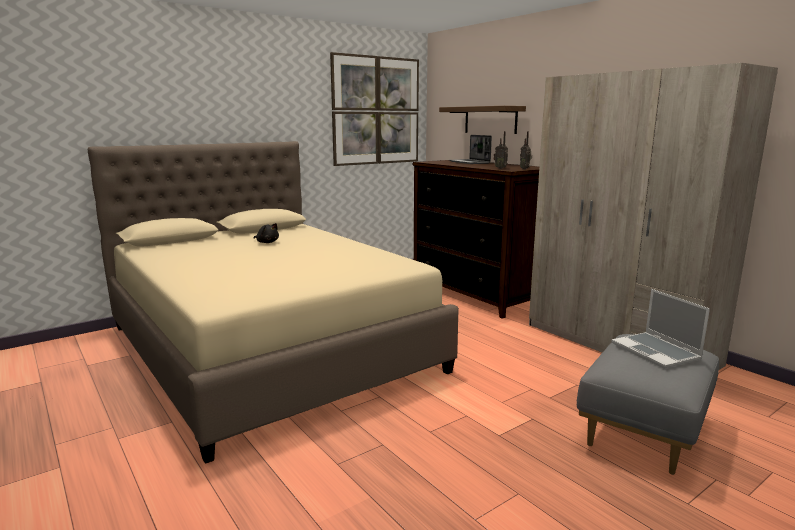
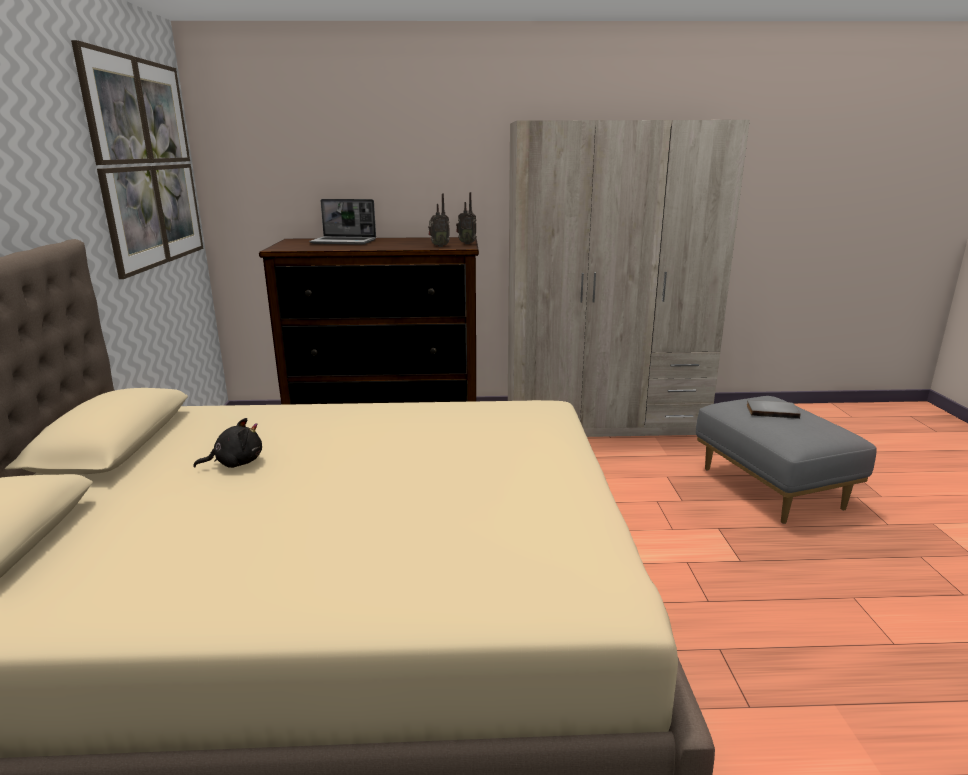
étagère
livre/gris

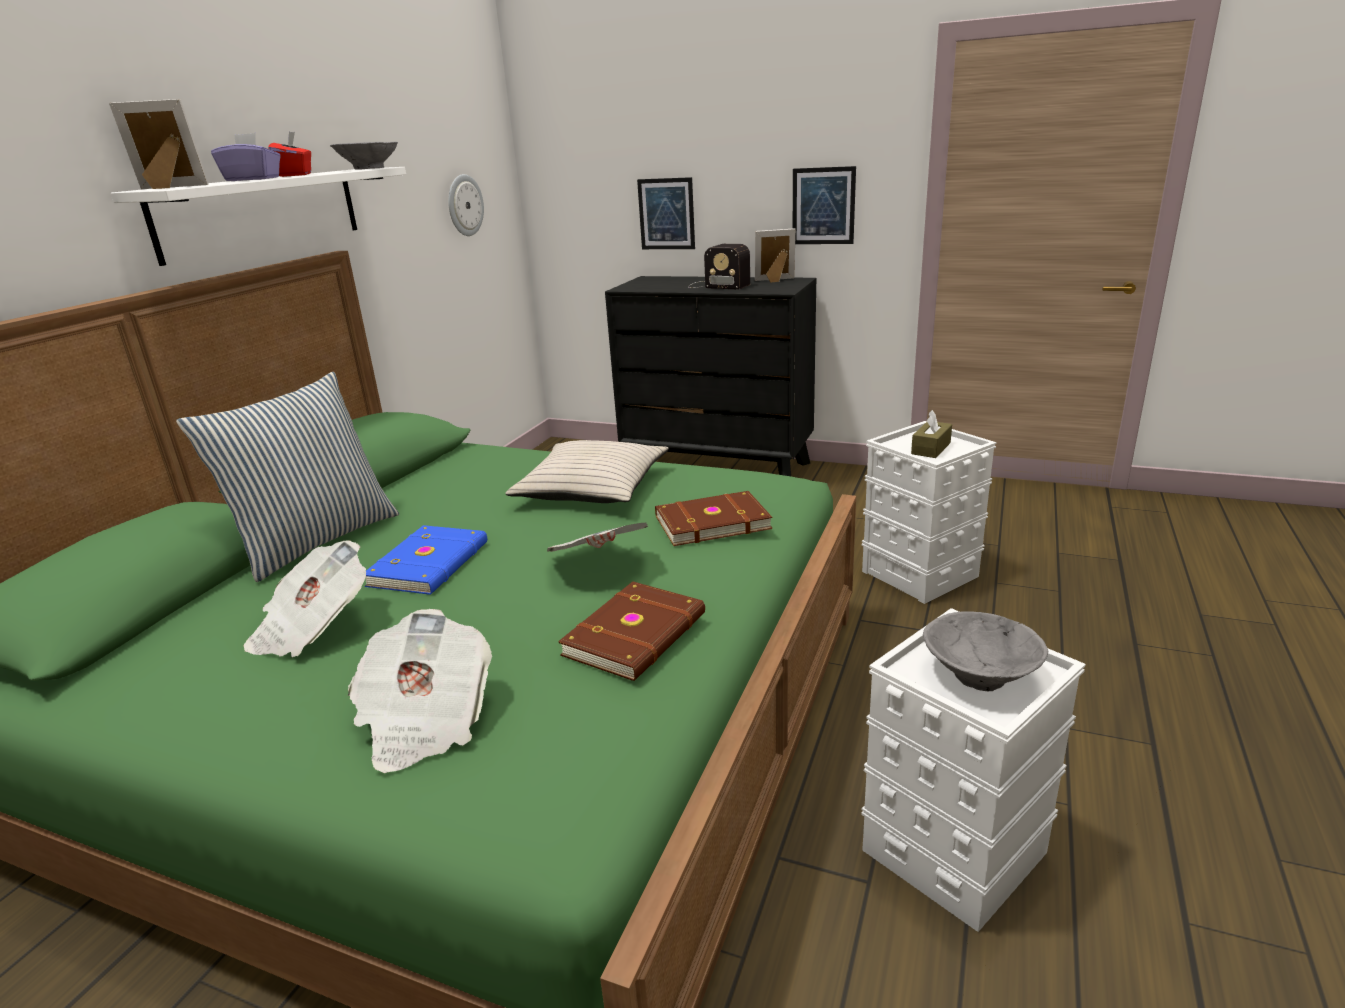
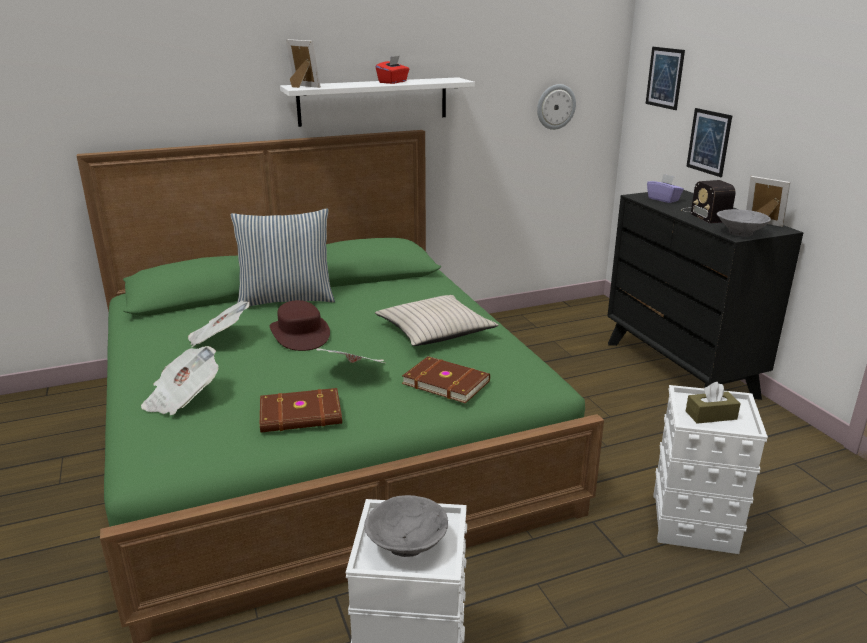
boîte à mouchoirs/violet
bol/gris (no. 2 from left)
tableau (no. 1 from left)
chapeau/marron

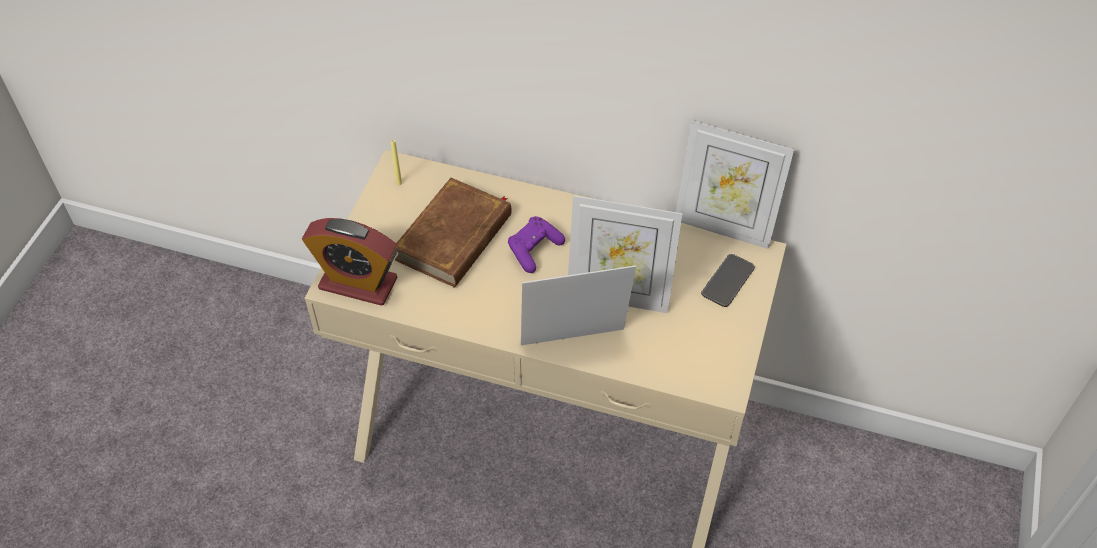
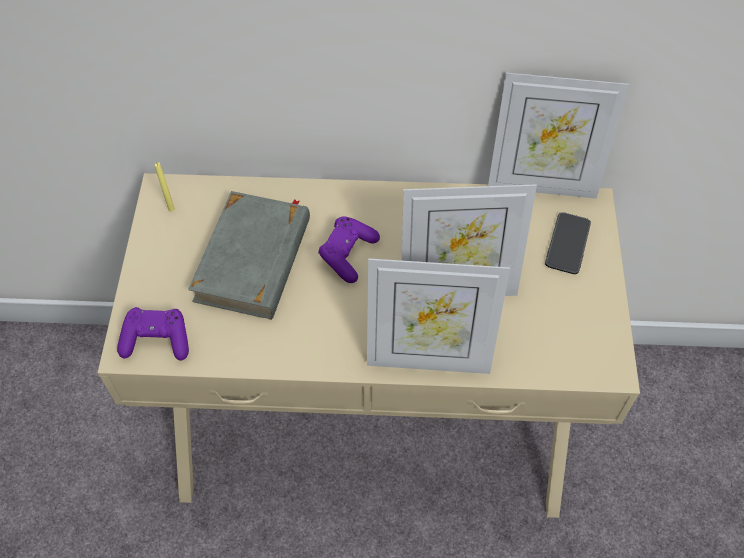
livre/gris
manette/violet (no. 1 from left)
cadre photo (no. 1 from left)

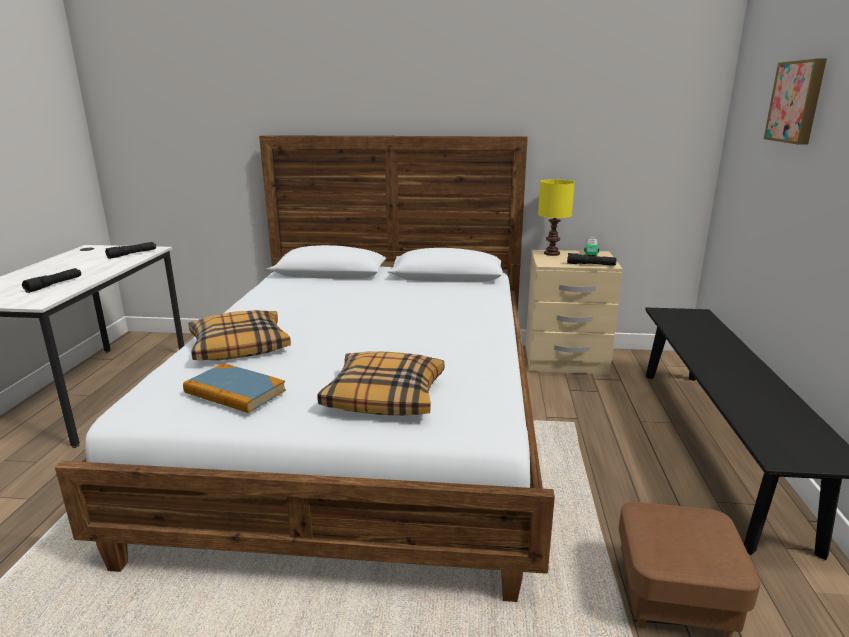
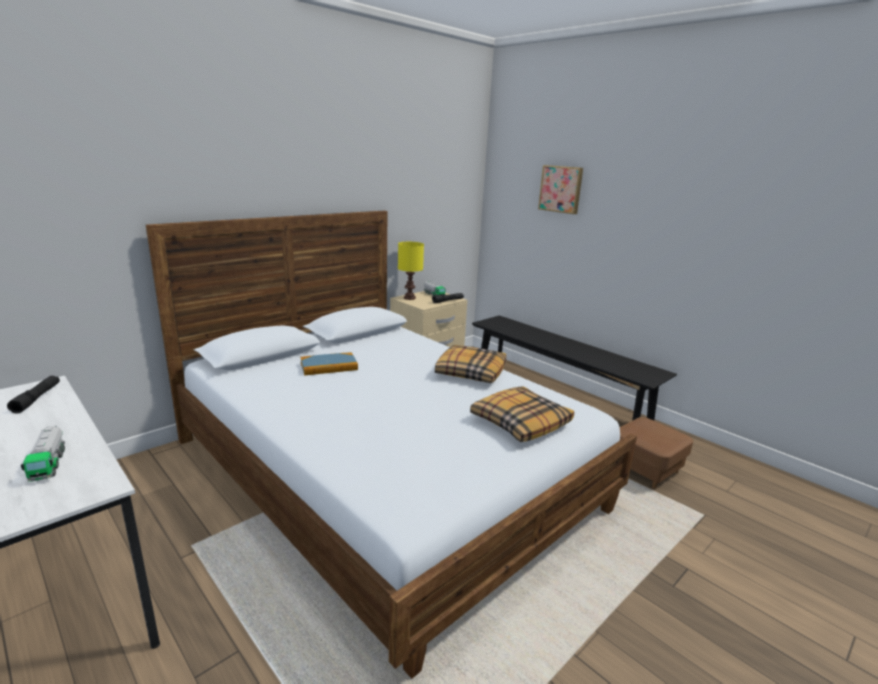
camion jouet (no. 1 from left)
coussin (no. 1 from left)
livre

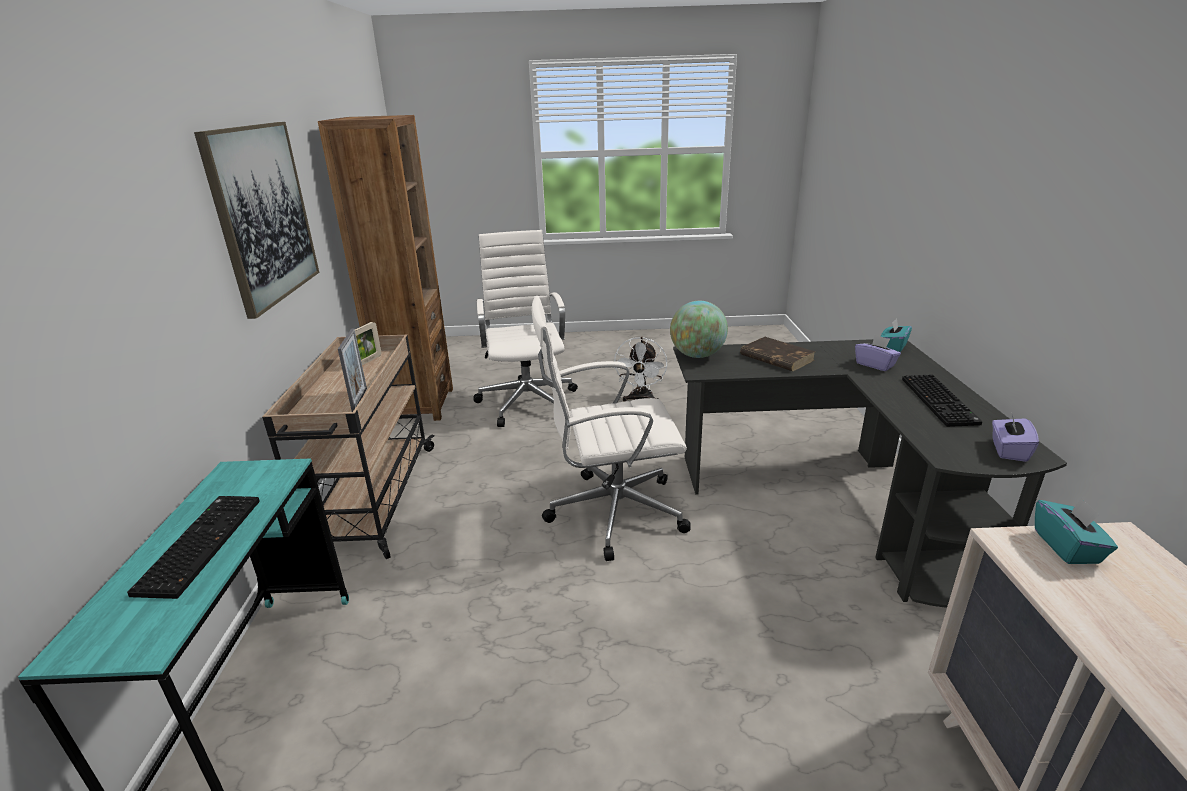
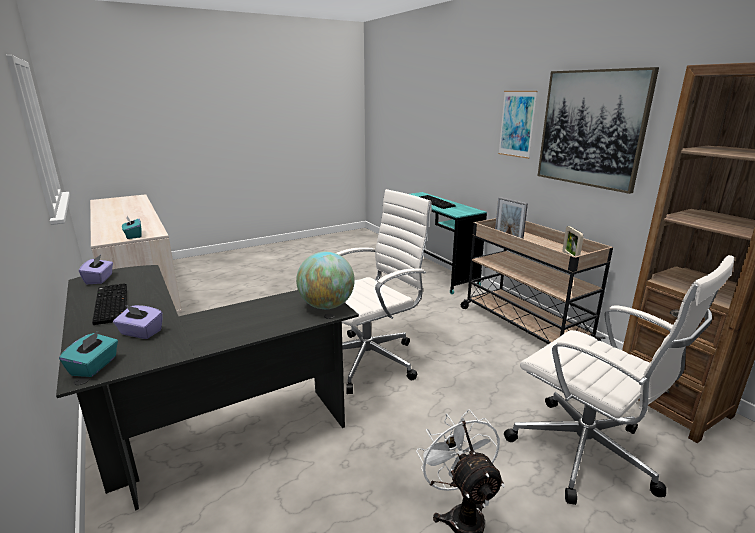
livre/marron
tableau (no. 1 from left)

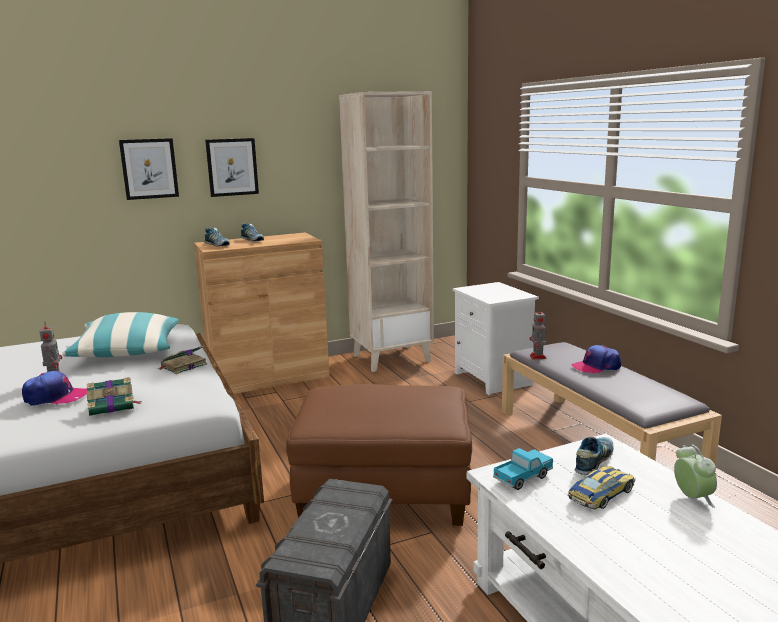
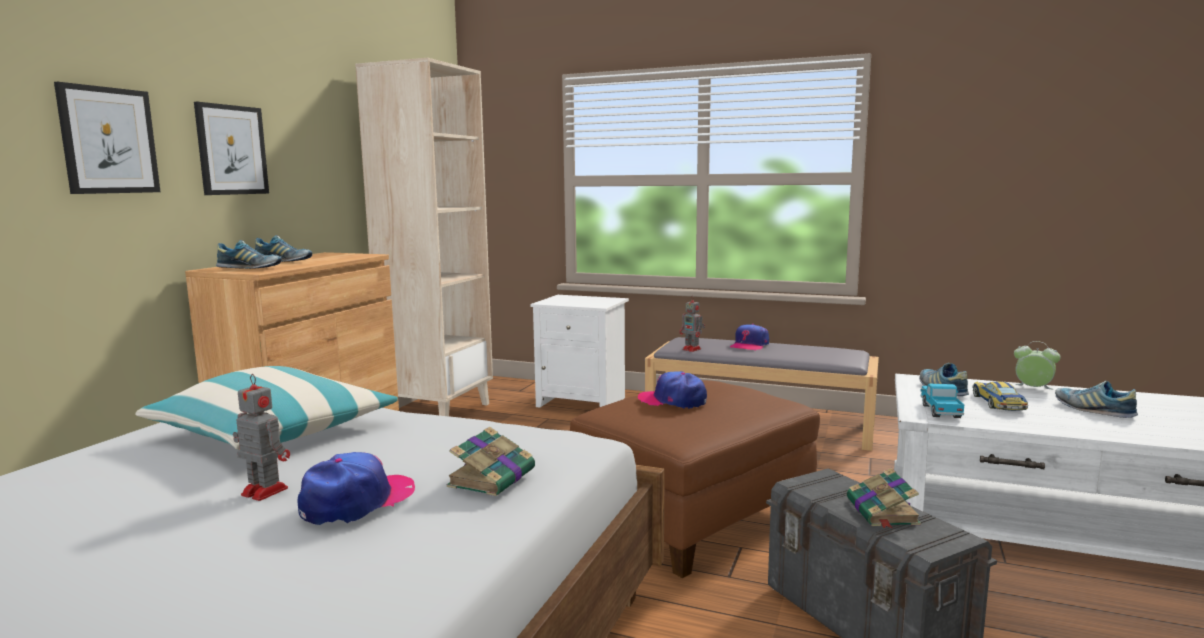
livre (no. 2 from left)
casquette (no. 2 from left)
chaussure (no. 4 from left)

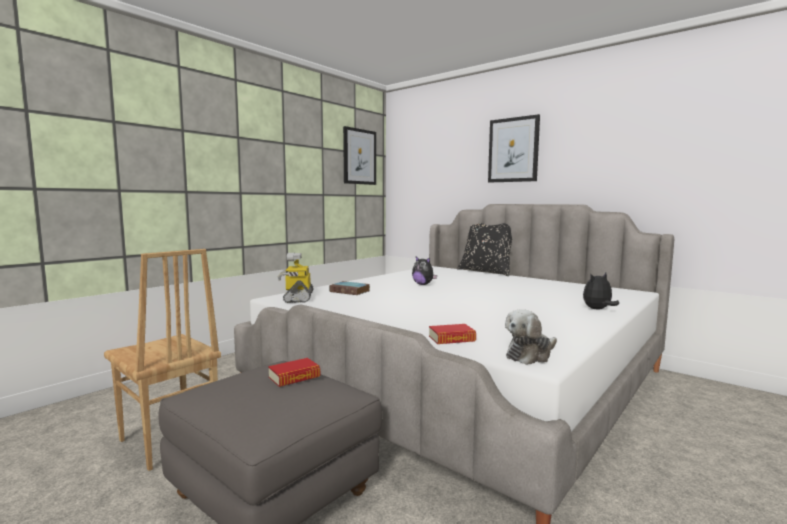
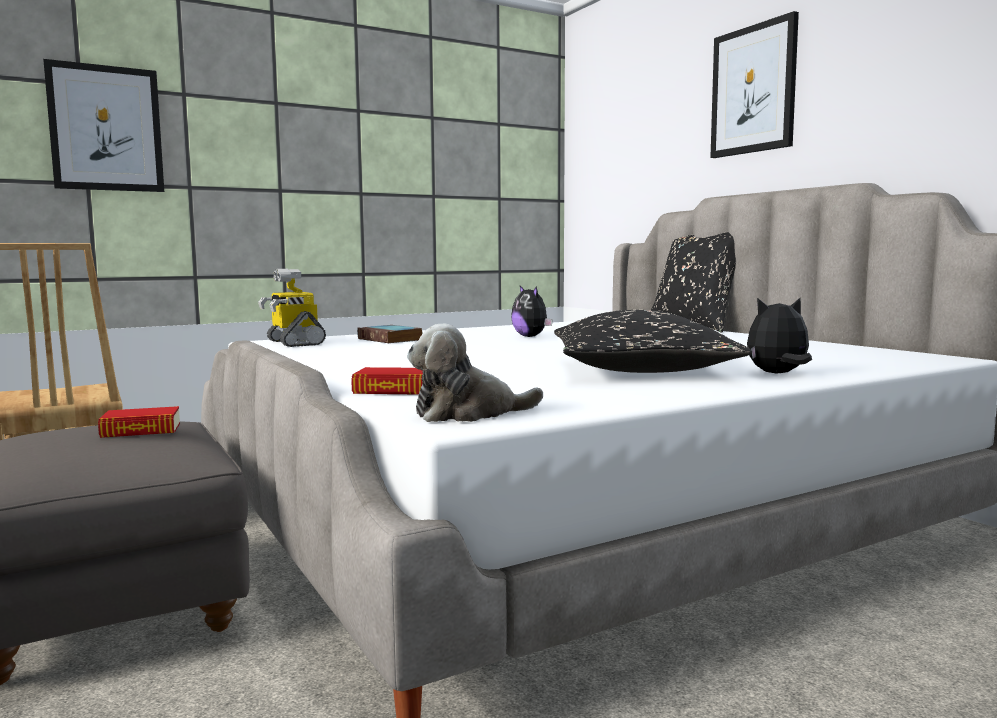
tableau (no. 1 from left)
robot jouet
coussin/noir (no. 1 from left)

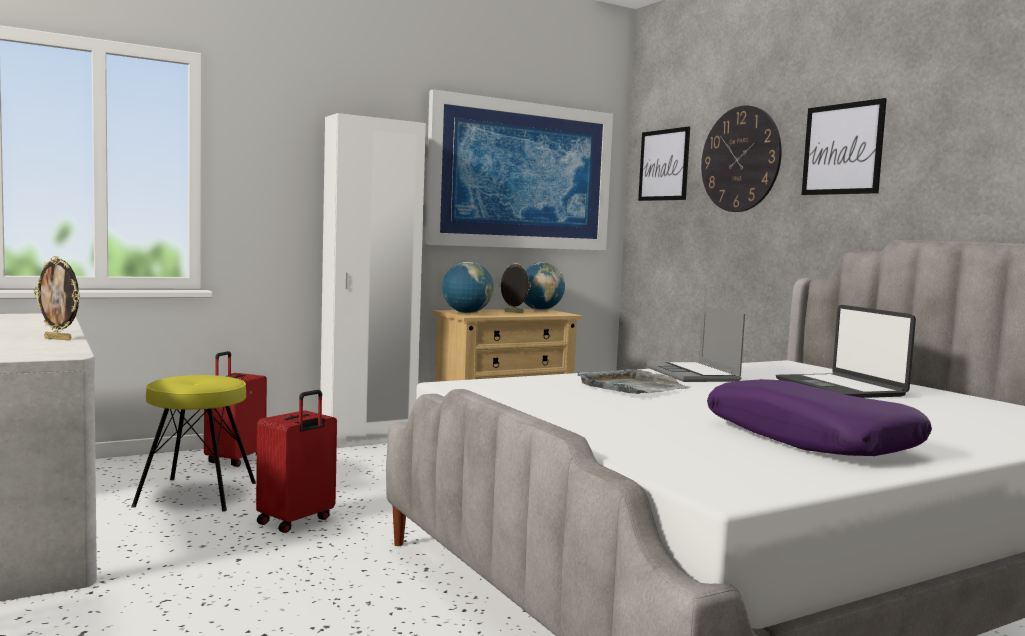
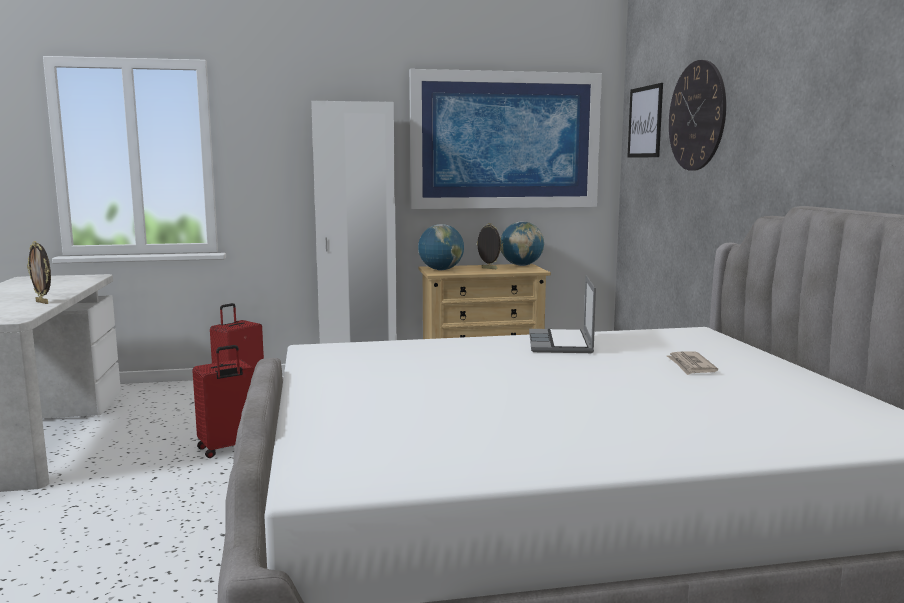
tableau (no. 3 from left in the first image)
journal
plateau/gris
tabouret/jaune
coussin/violet

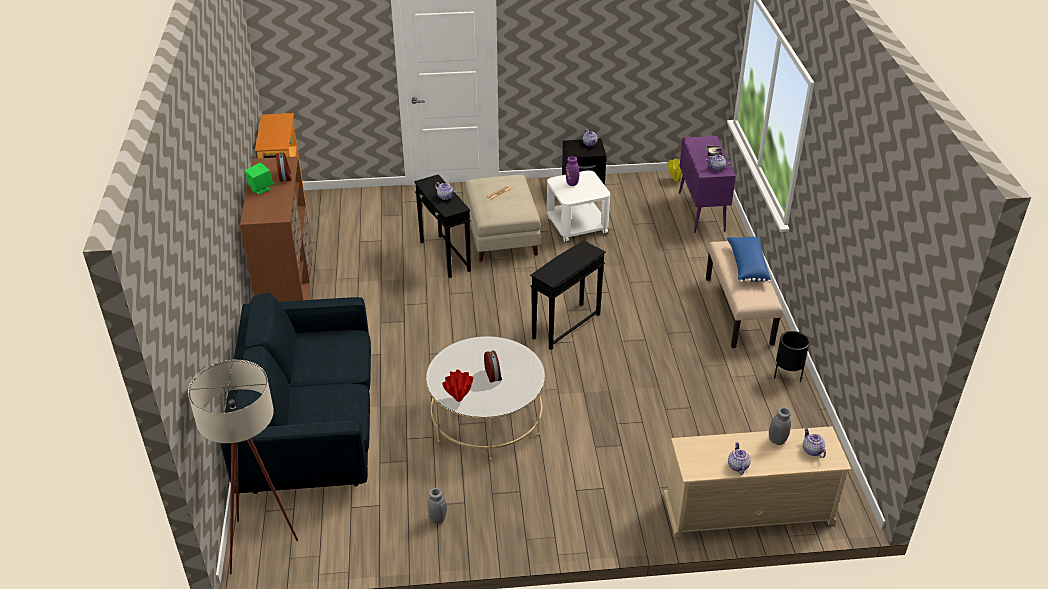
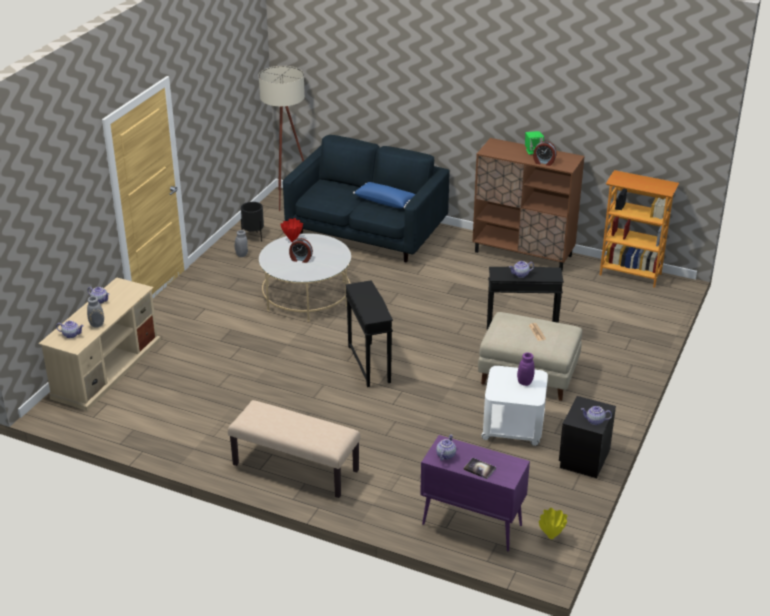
coussin/bleu
cache-pot/noir

